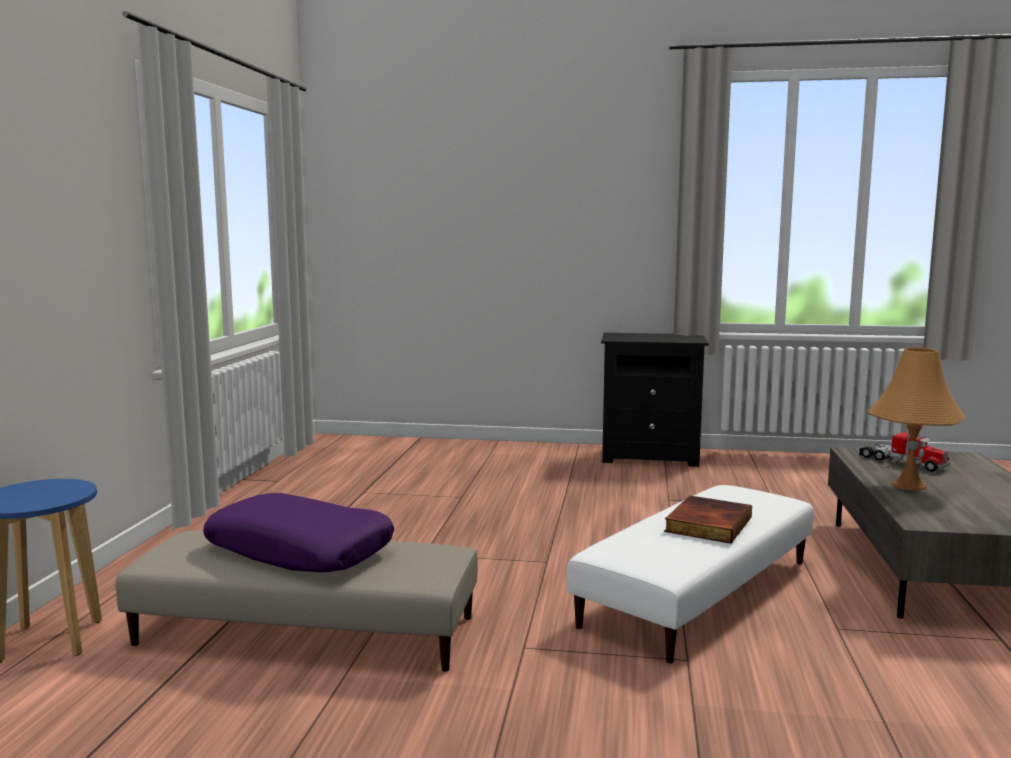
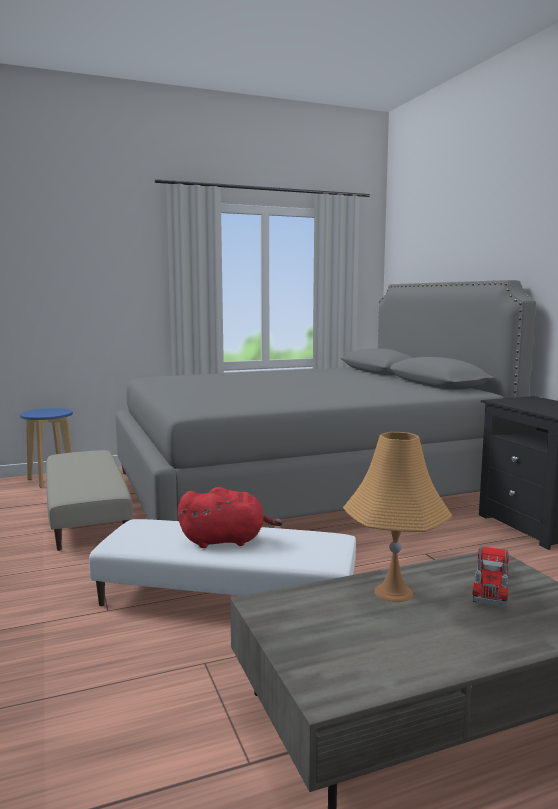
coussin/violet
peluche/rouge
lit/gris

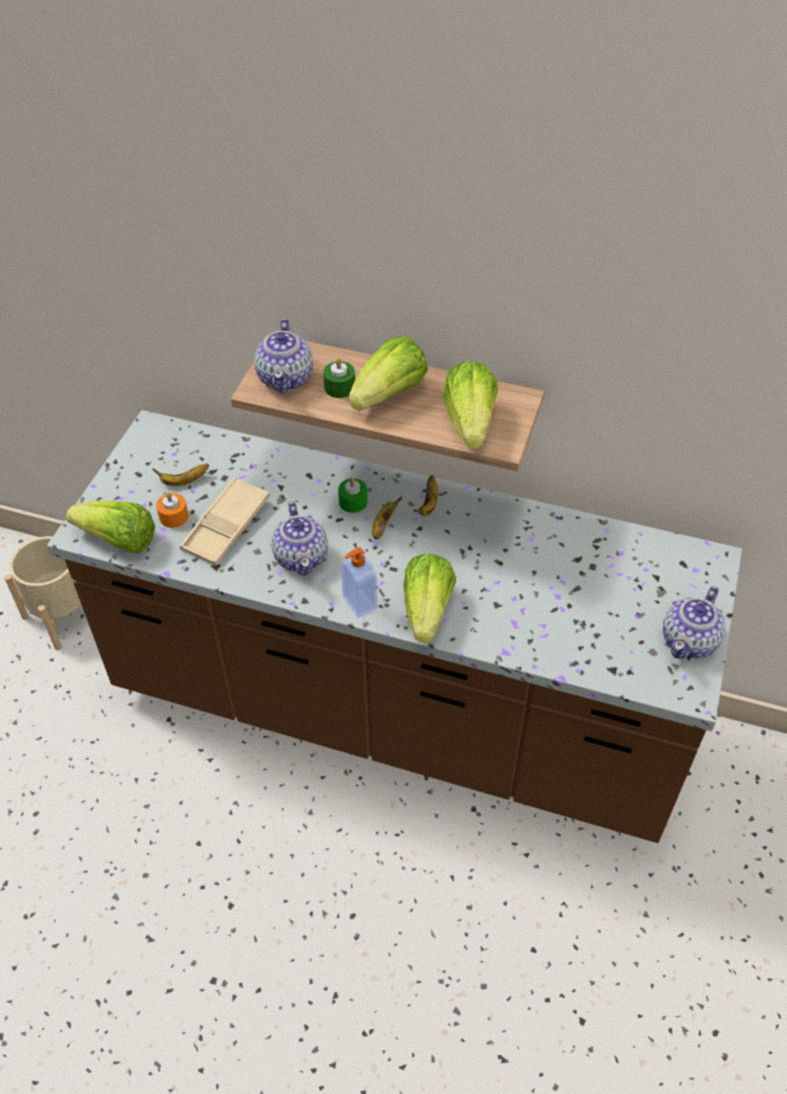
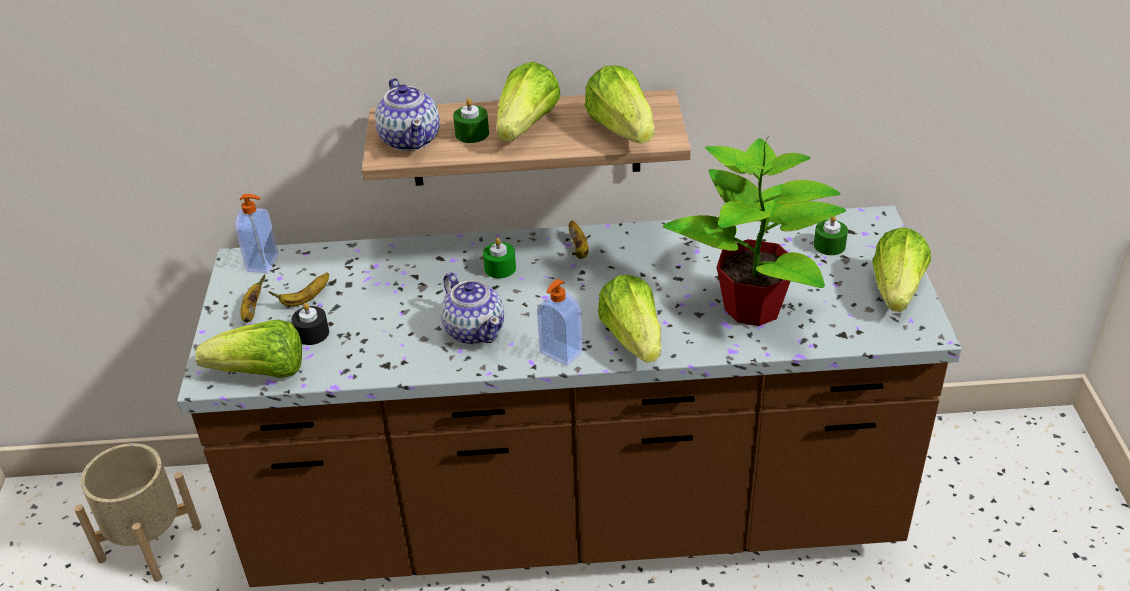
plateau/beige
bougie/noir
banane (no. 1 from left)
laitue (no. 5 from left)
plante en pot
distributeur de savon (no. 1 from left)
bougie/vert (no. 3 from left)

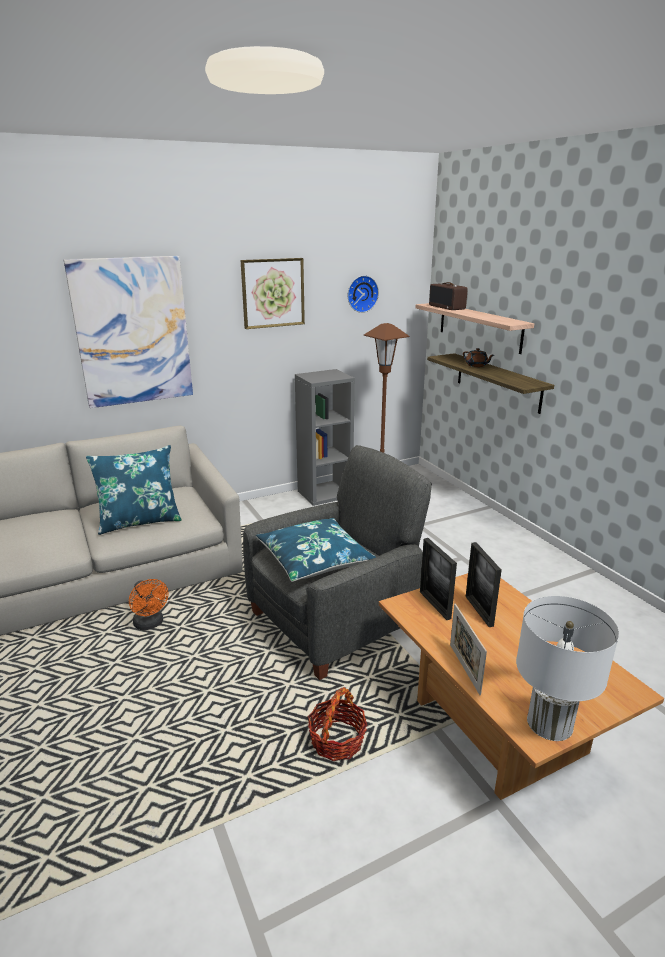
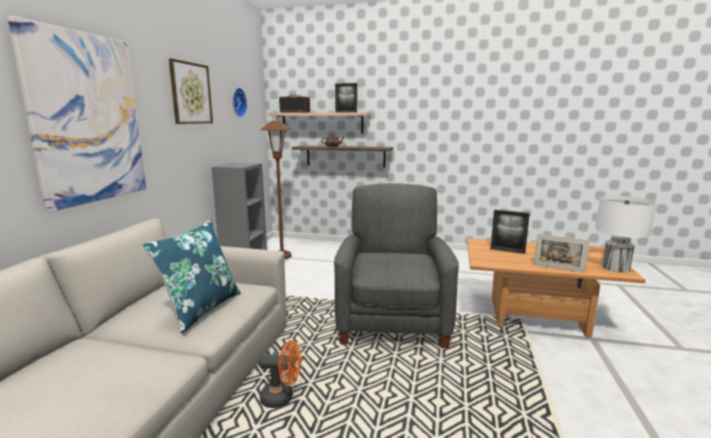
coussin/bleu (no. 2 from left in the first image)
cadre photo (no. 1 from left)
panier

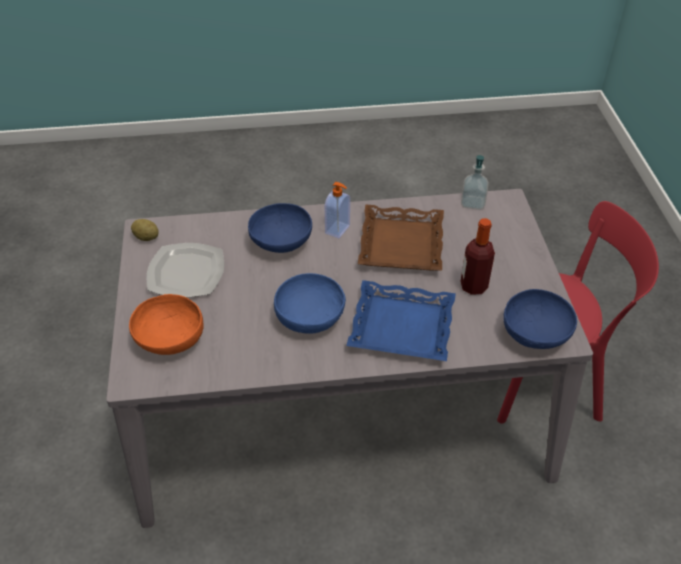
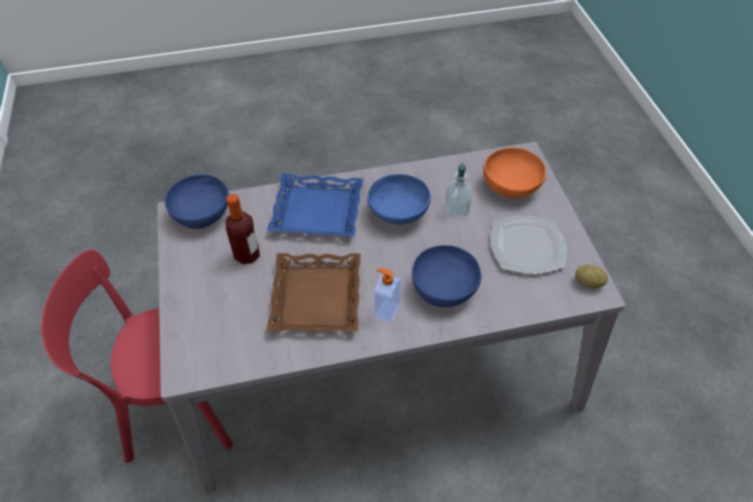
distributeur de savon (no. 2 from left)

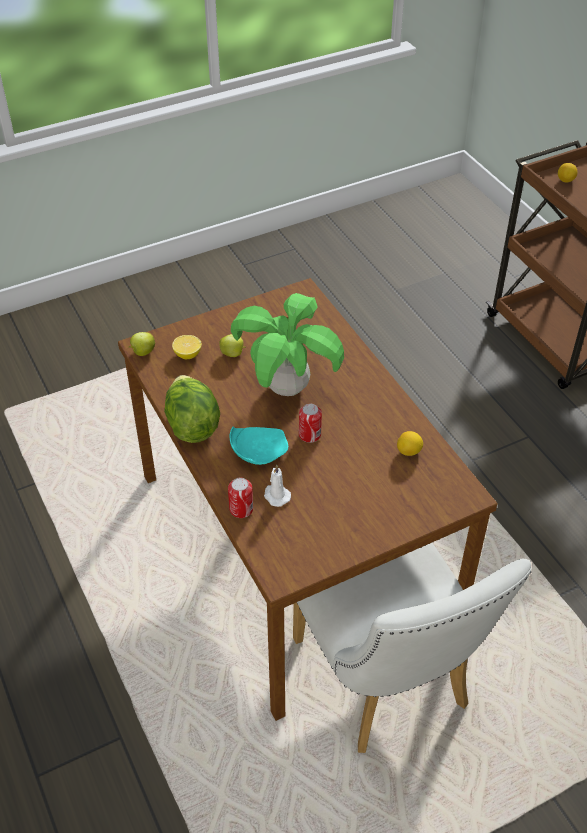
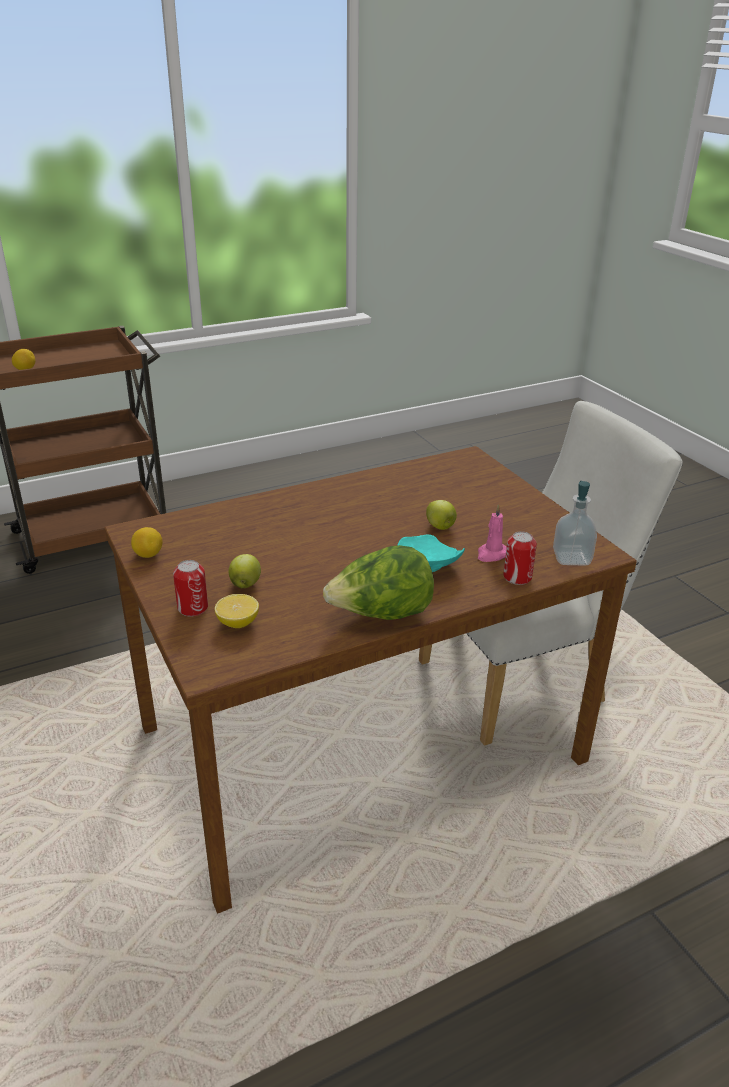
plante en pot
pomme (no. 2 from left)
boîte métallique (no. 1 from left)
citron (no. 2 from left)
bougie/rose
distributeur de savon

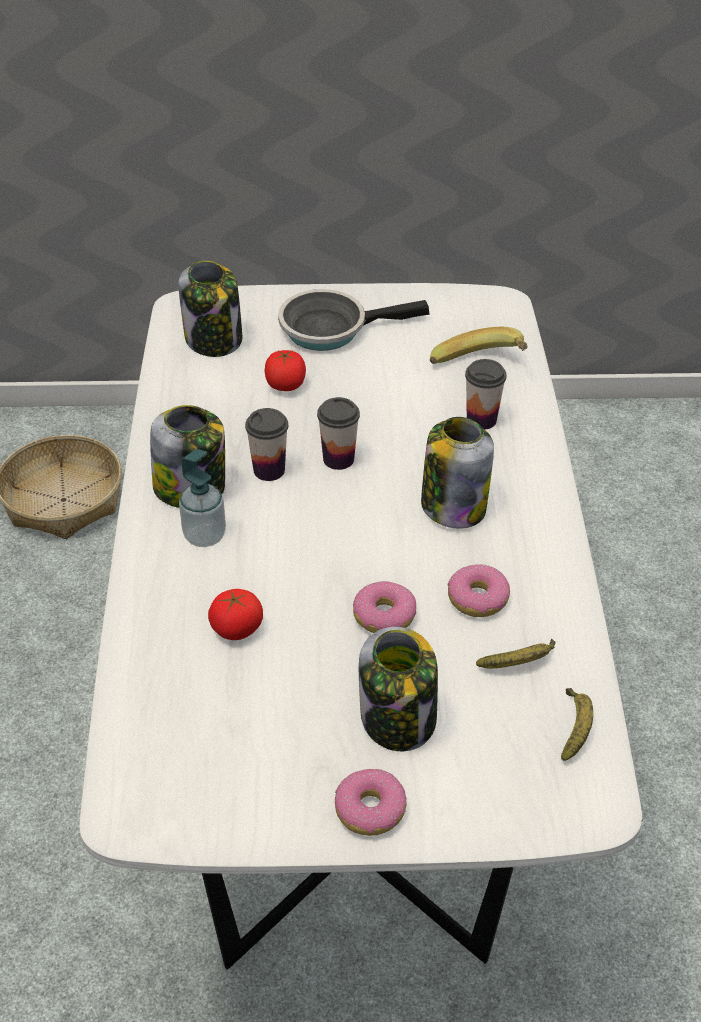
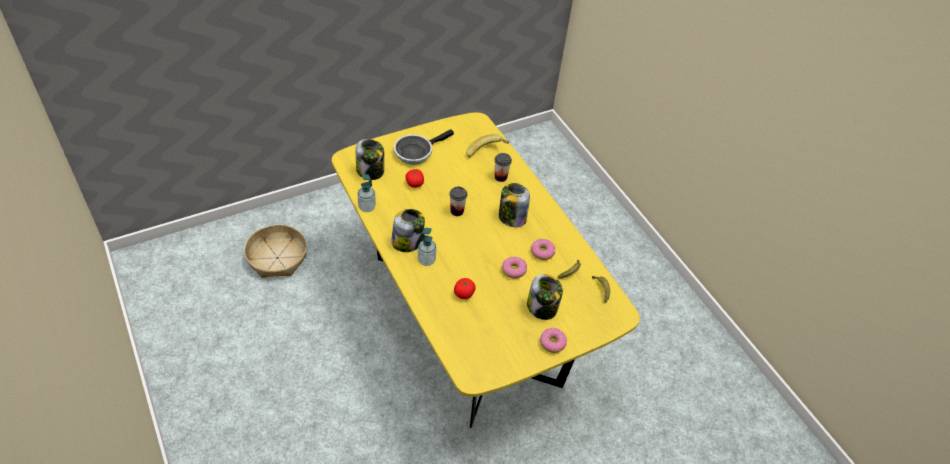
table à manger/jaune
tasse (no. 1 from left in the first image)
distributeur de savon (no. 1 from left)

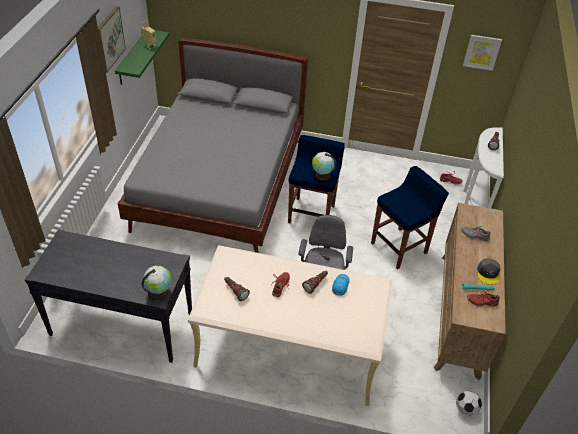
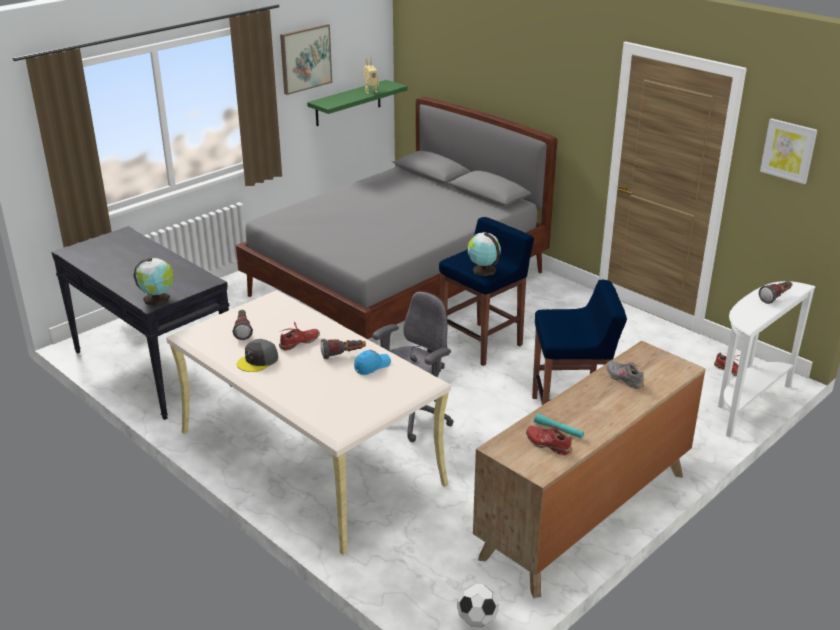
casquette/gris

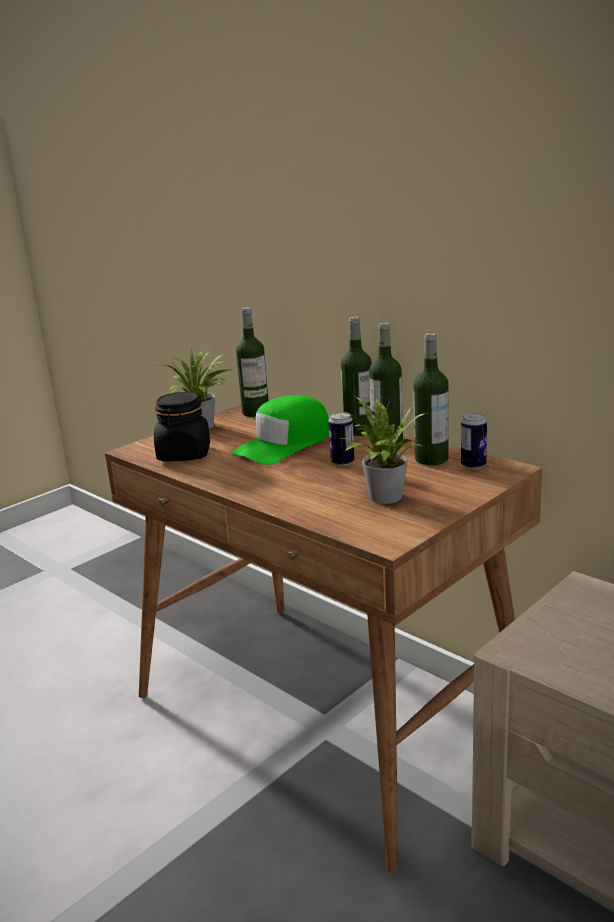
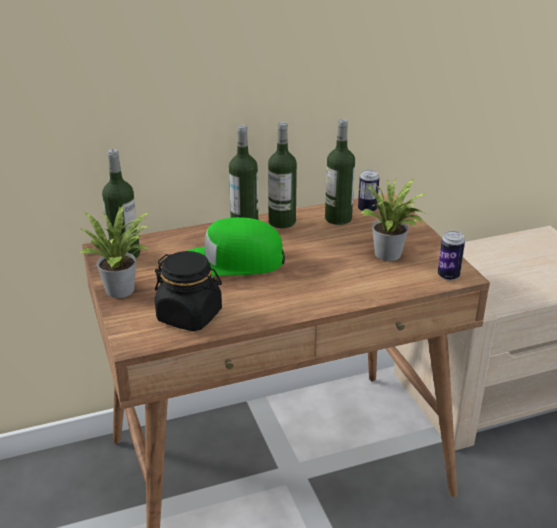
casquette/vert
boîte métallique (no. 2 from left)

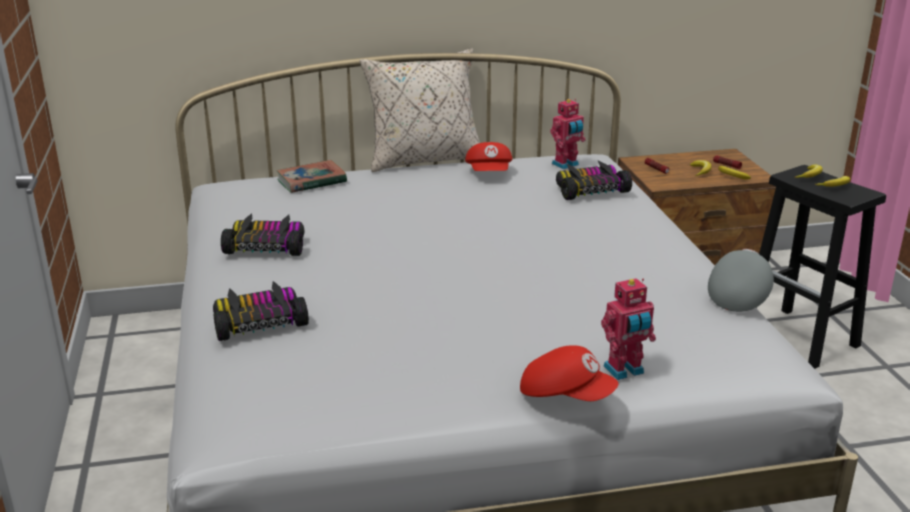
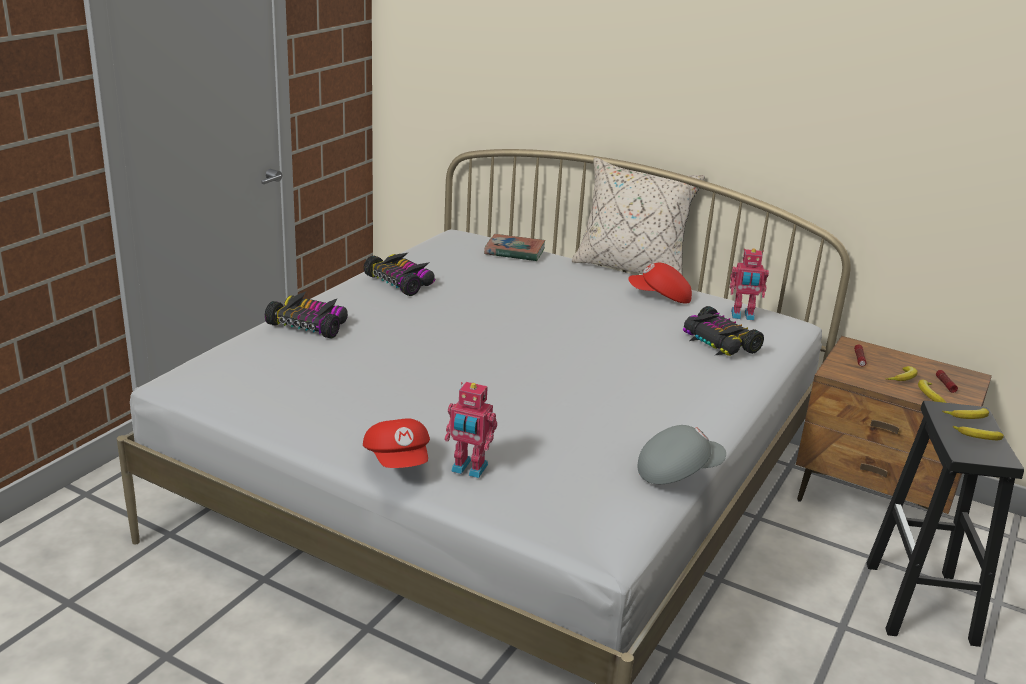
casquette/rouge (no. 2 from left)
petite voiture (no. 3 from left)

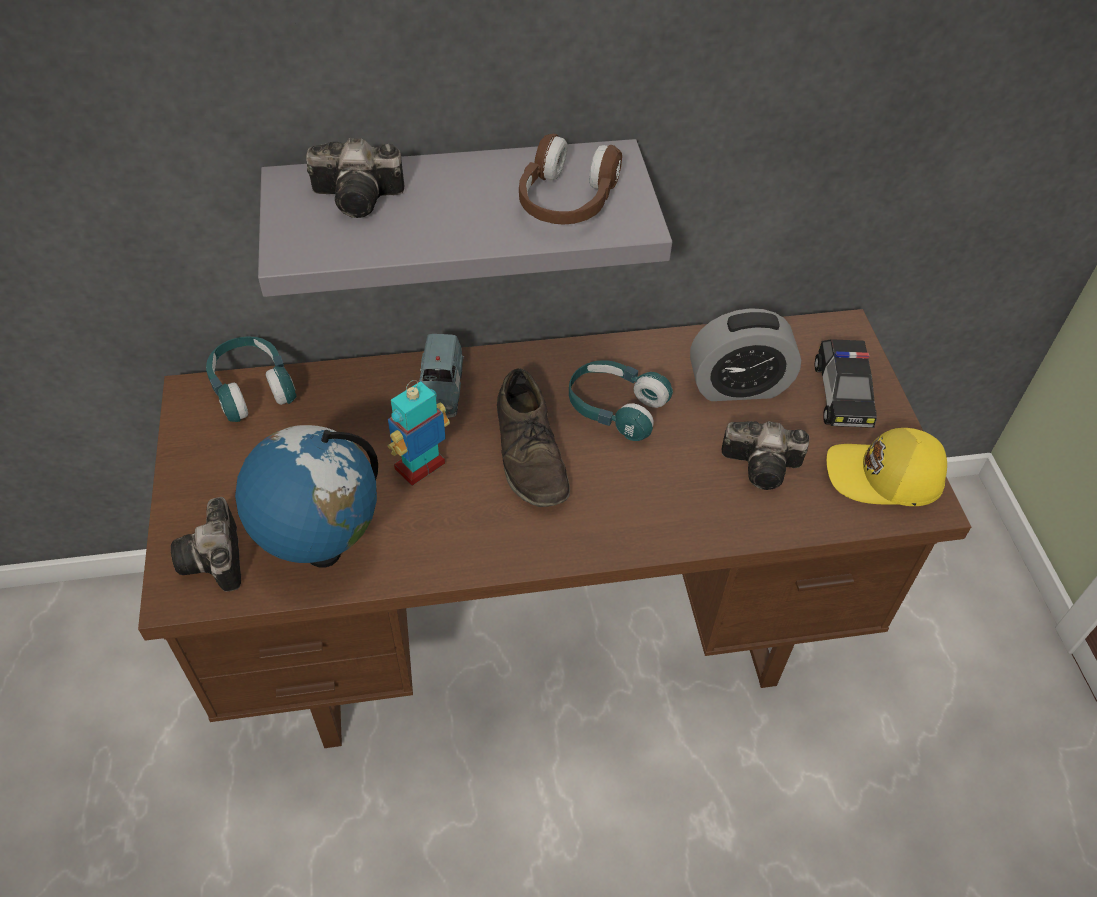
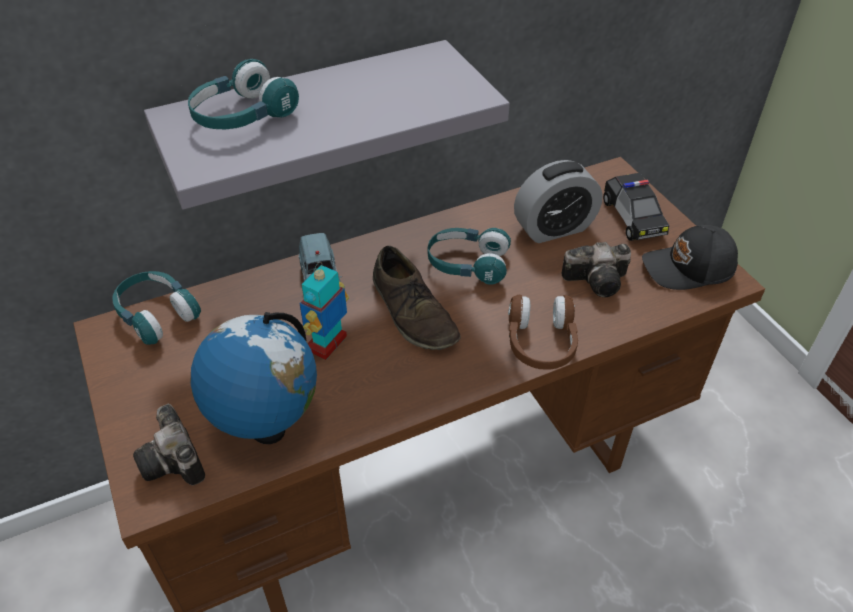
casque audio/marron
casque audio/turquoise (no. 2 from left)
casquette/noir

